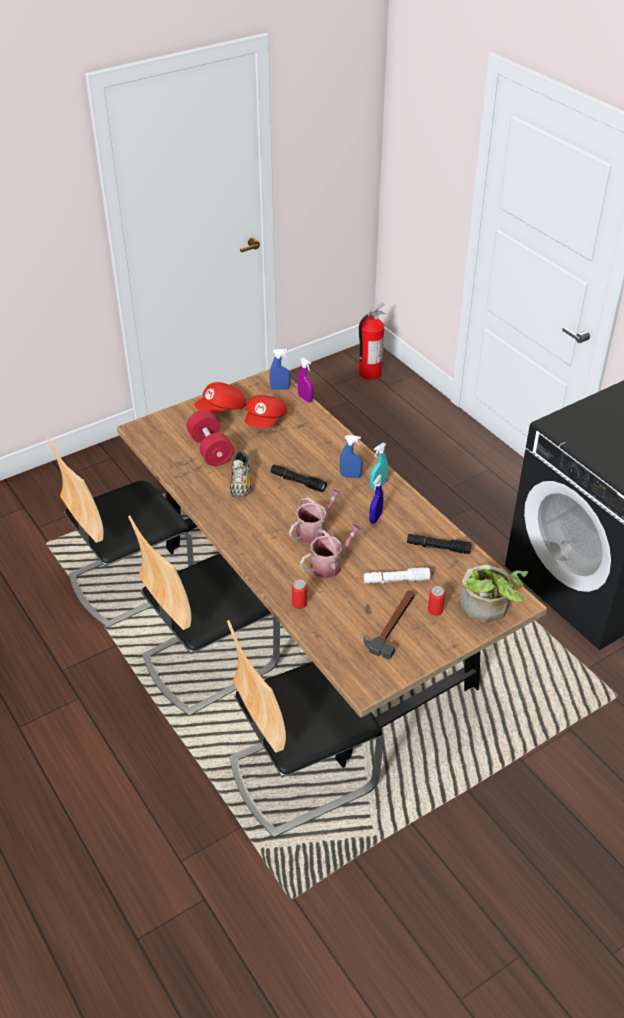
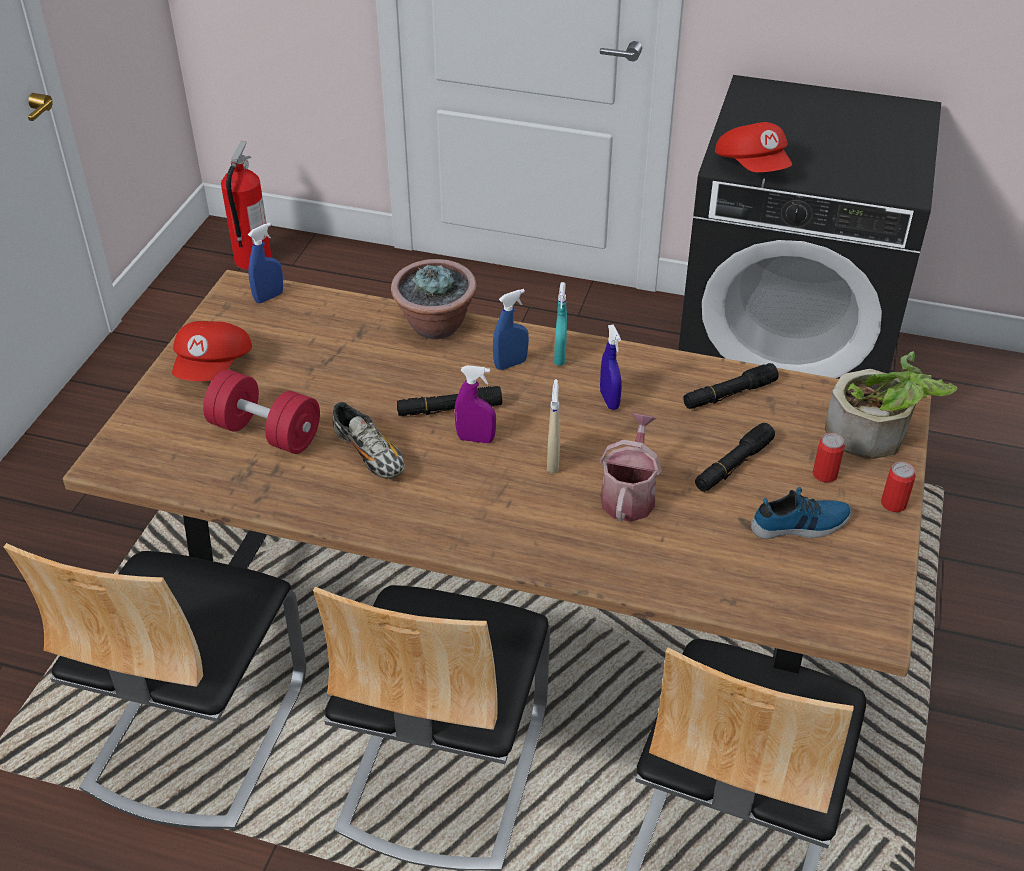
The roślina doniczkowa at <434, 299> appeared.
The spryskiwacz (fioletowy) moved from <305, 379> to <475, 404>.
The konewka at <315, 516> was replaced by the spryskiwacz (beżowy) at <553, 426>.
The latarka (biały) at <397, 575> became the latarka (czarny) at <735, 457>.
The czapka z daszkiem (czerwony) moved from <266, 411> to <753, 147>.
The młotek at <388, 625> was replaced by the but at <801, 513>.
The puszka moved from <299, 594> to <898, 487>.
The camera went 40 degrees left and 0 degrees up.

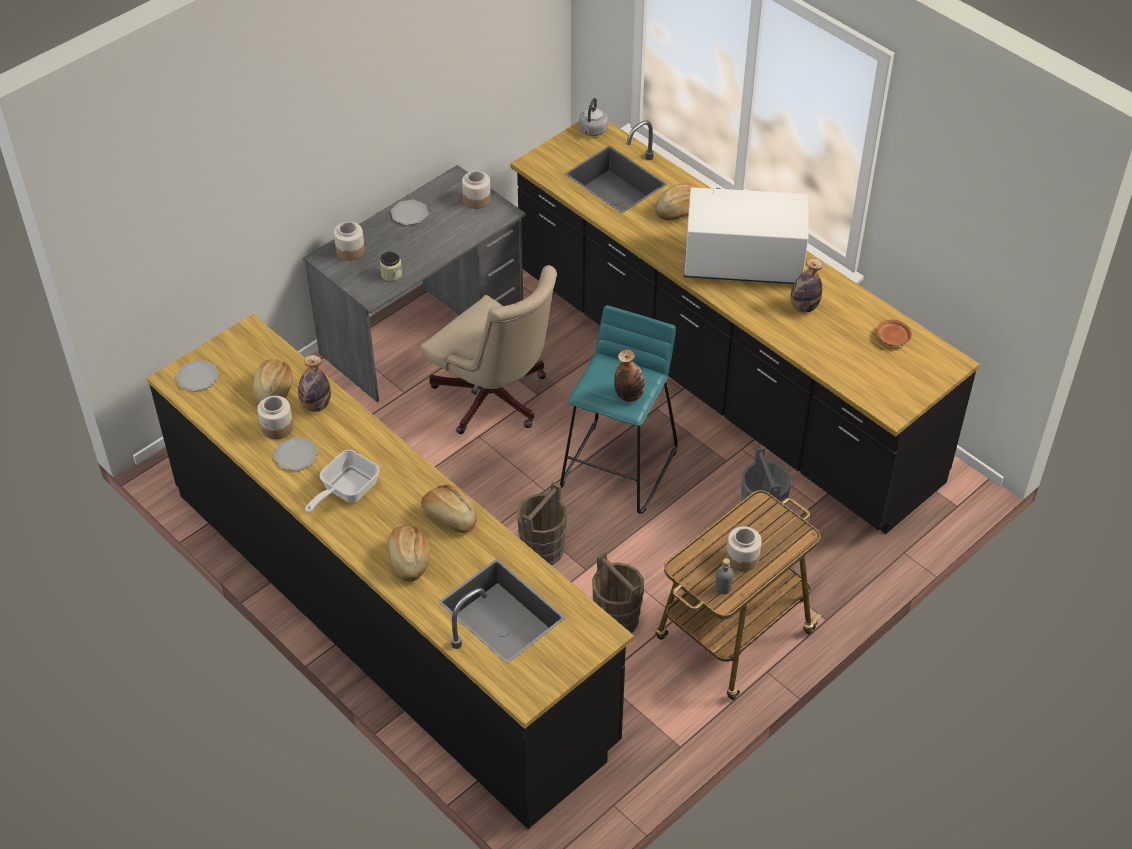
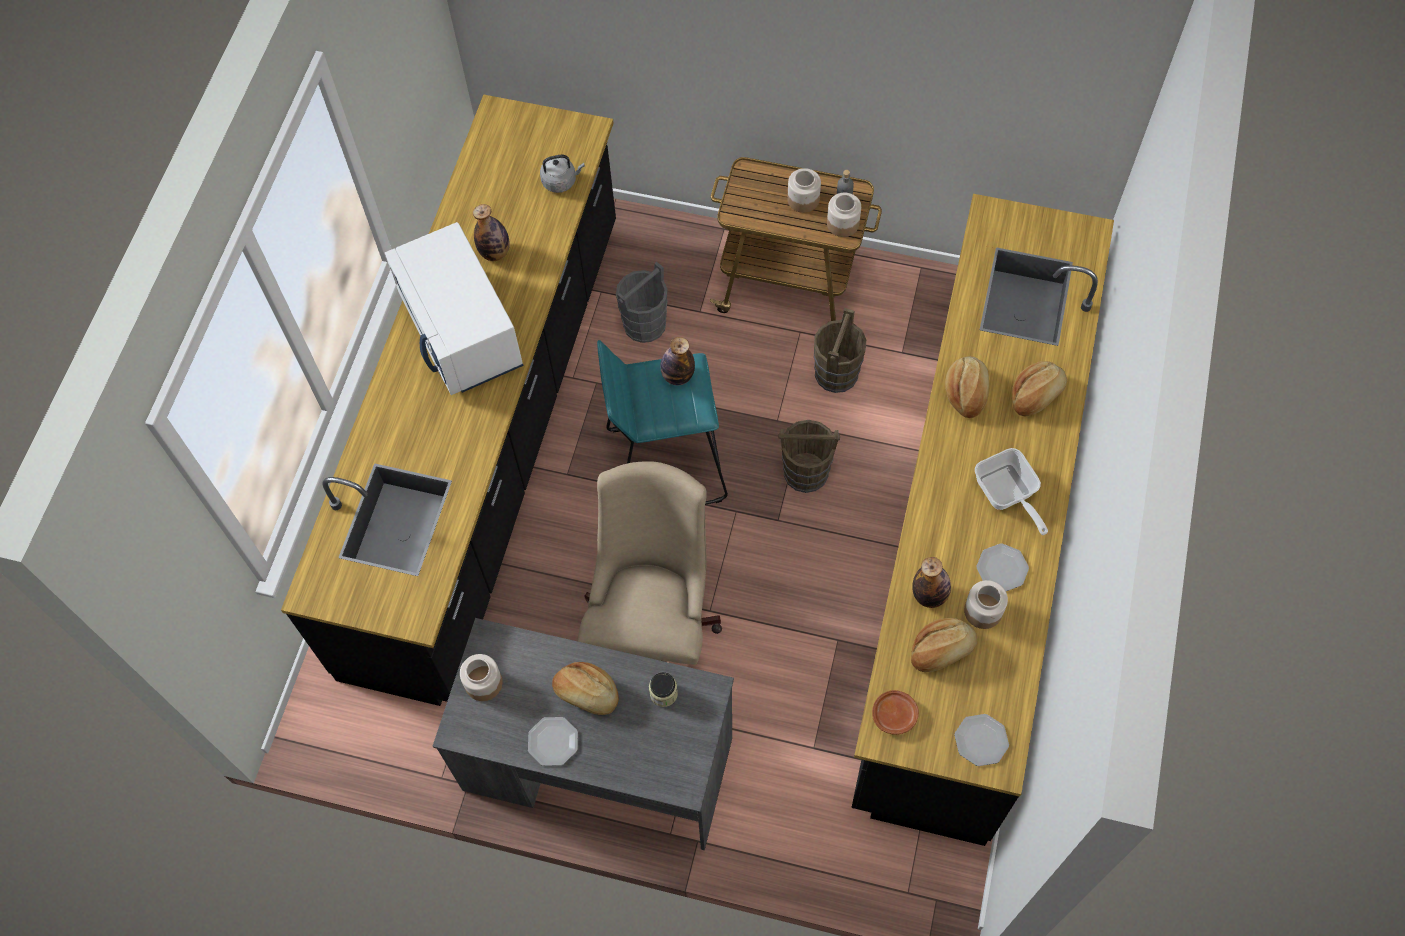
The czajnik (szary) moved from <593, 117> to <562, 174>.
The chleb moved from <676, 201> to <585, 688>.
The słoik moved from <349, 241> to <844, 215>.
The talerz (brązowy) moved from <894, 332> to <895, 712>.
The patelnia at <342, 481> turned 60 degrees clockwise.
The camera went 120 degrees left and 15 degrees up.

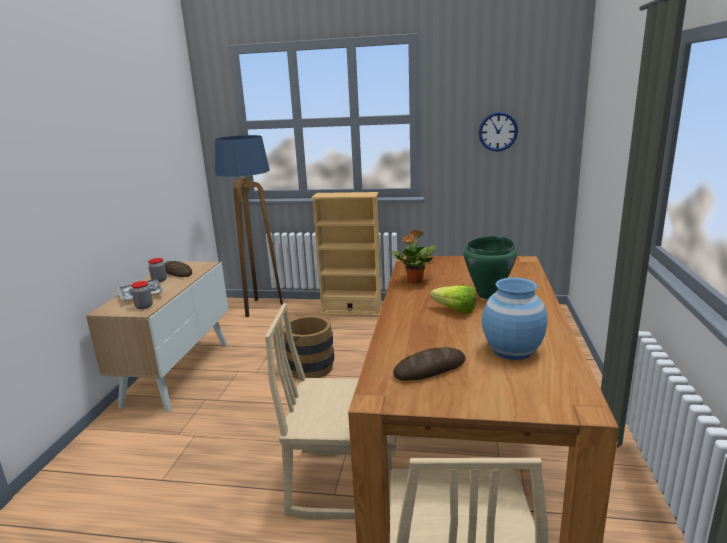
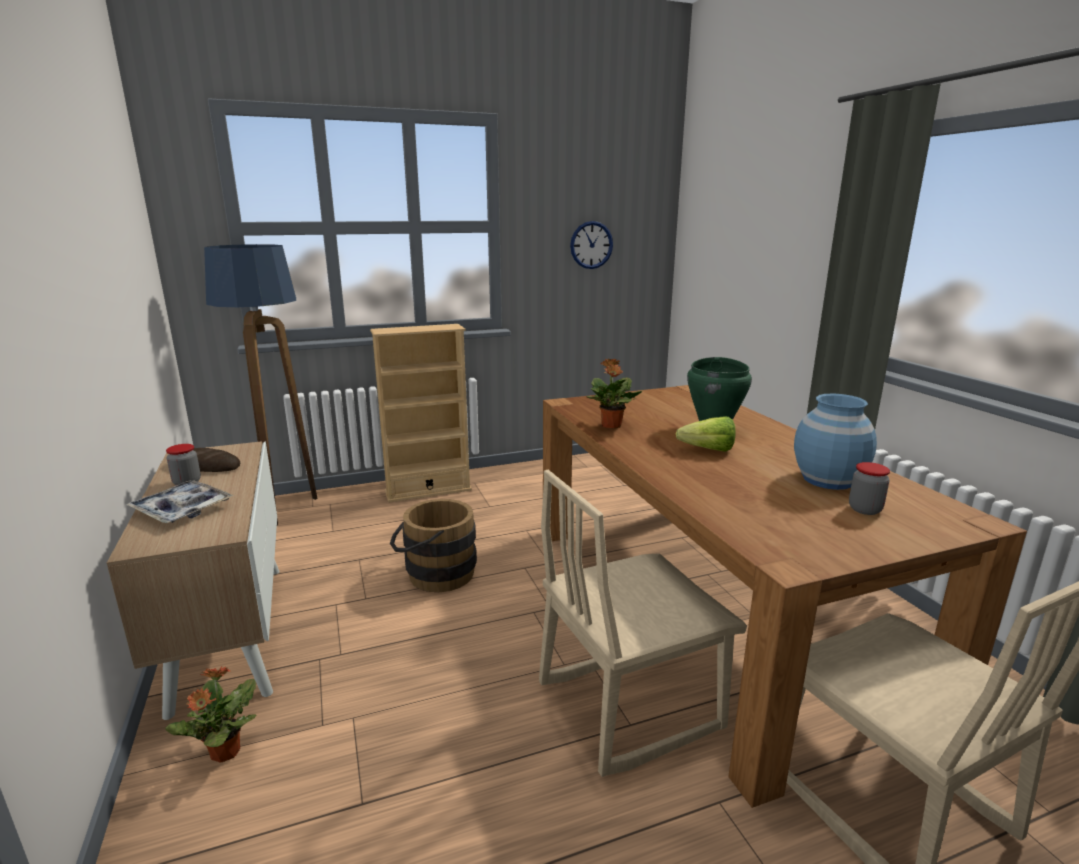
The roślina doniczkowa at <210, 714> appeared.
The słoik moved from <142, 295> to <869, 488>.
The chleb at <429, 364> disappeared.
The camera went 30 degrees left and 0 degrees up.

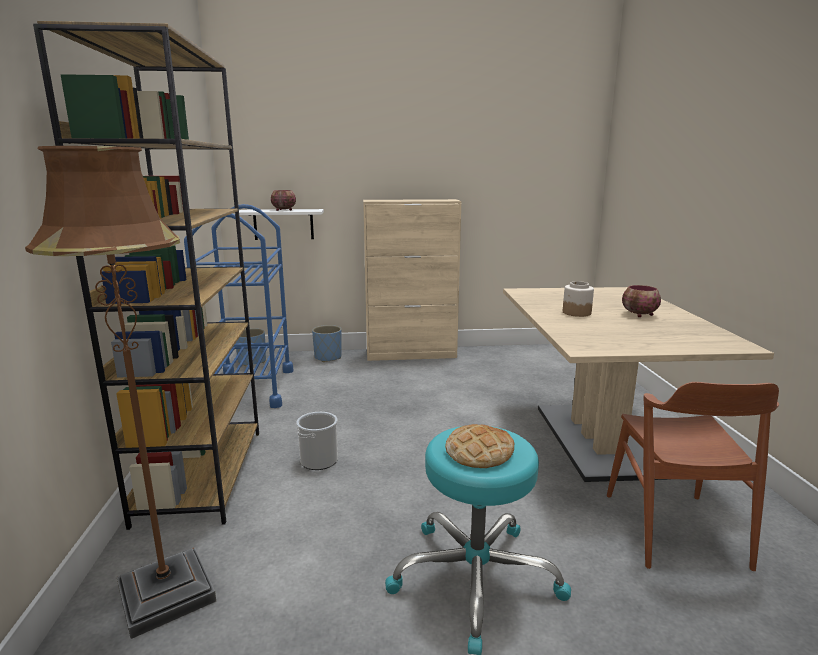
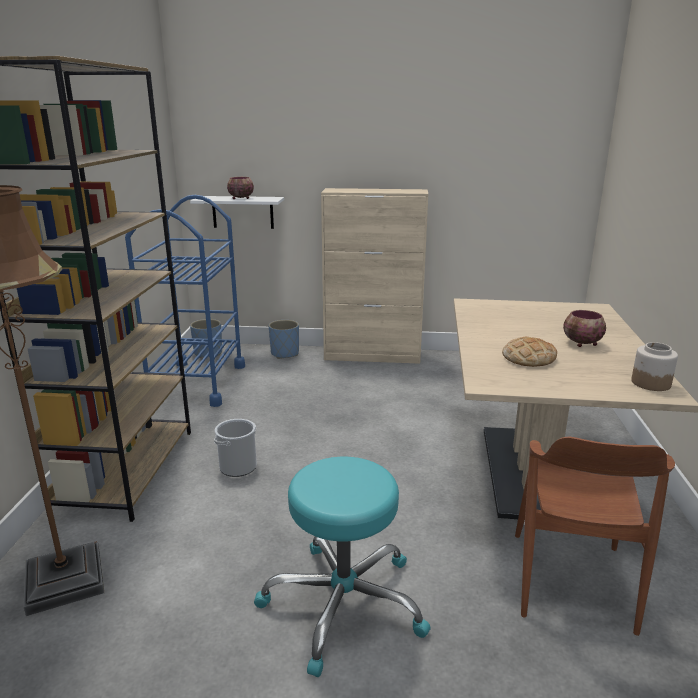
The chleb moved from <479, 446> to <529, 352>.
The słoik moved from <578, 299> to <654, 366>.
The camera went 10 degrees right and 5 degrees up.

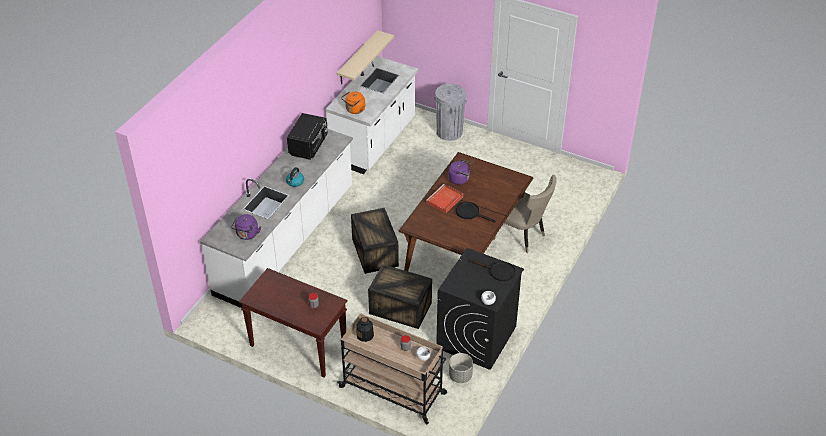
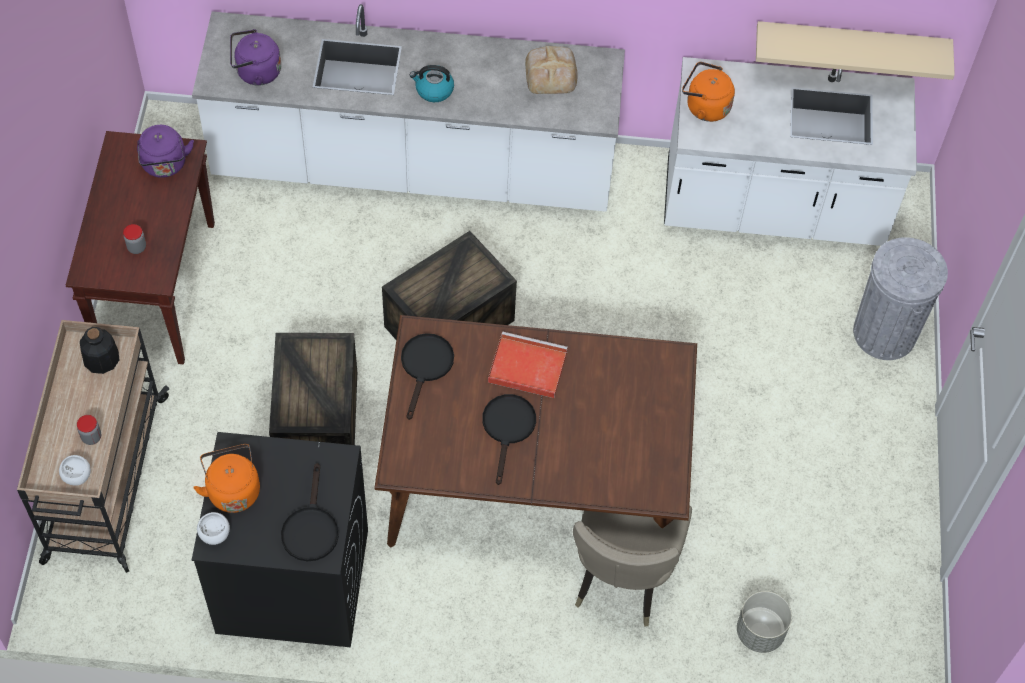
The czajnik (fioletowy) moved from <460, 172> to <165, 151>.
The czajnik (pomarańczowy) at <226, 478> appeared.
The patelnia (czarny) at <427, 376> appeared.
The mikrofalówka (czarny) at <307, 136> was replaced by the chleb at <551, 70>.
The donica (szary) moved from <461, 368> to <764, 622>.
The camera went 65 degrees right and 15 degrees up.

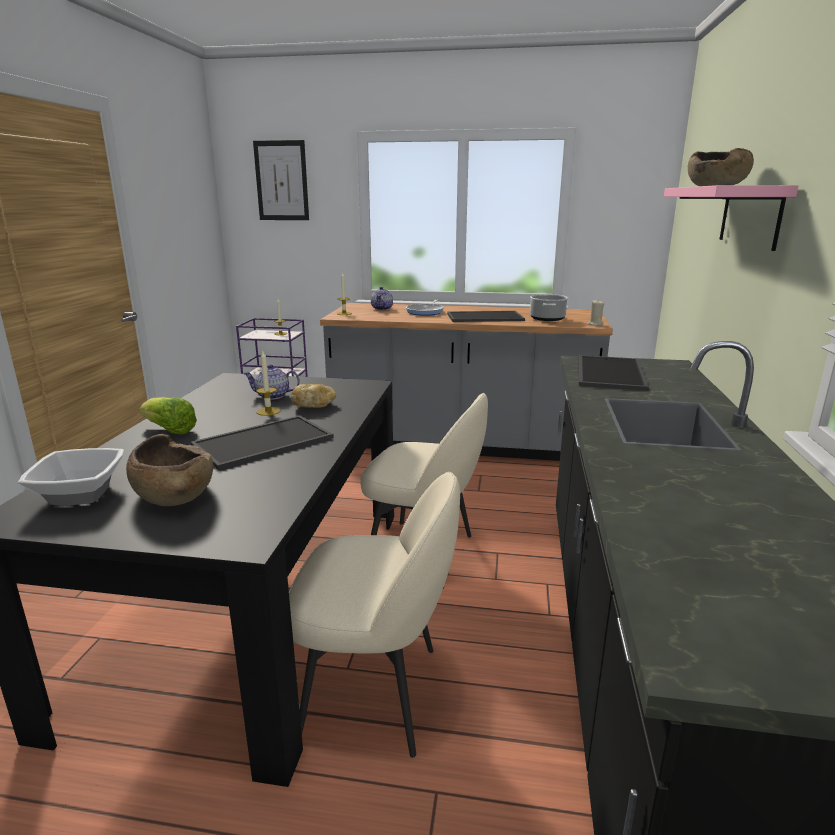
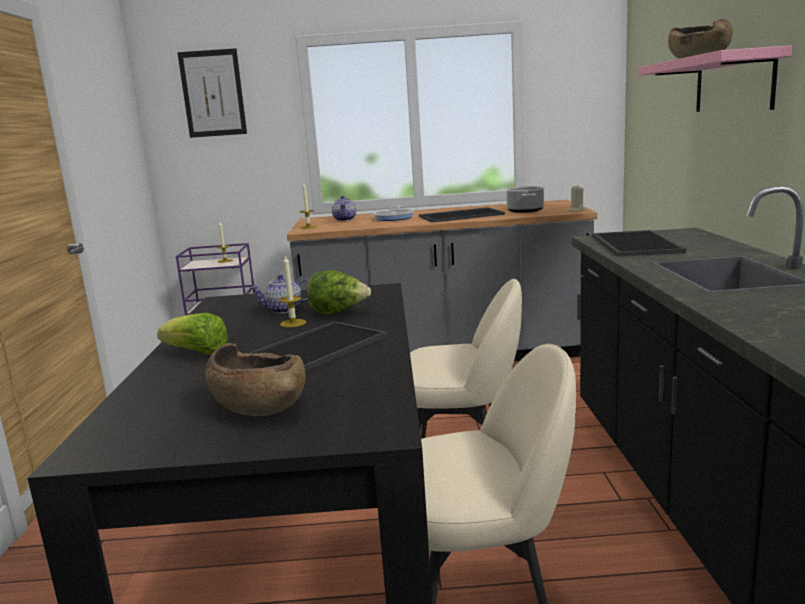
The chleb at <313, 396> was replaced by the sałata at <339, 292>.
The miska at <71, 476> disappeared.
The camera went 10 degrees left and 5 degrees down.

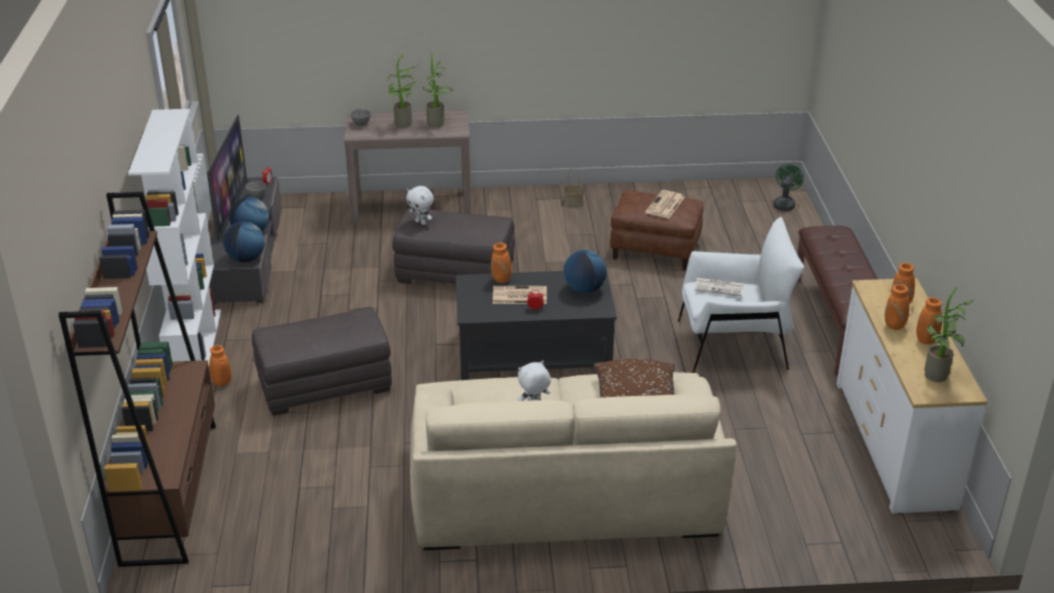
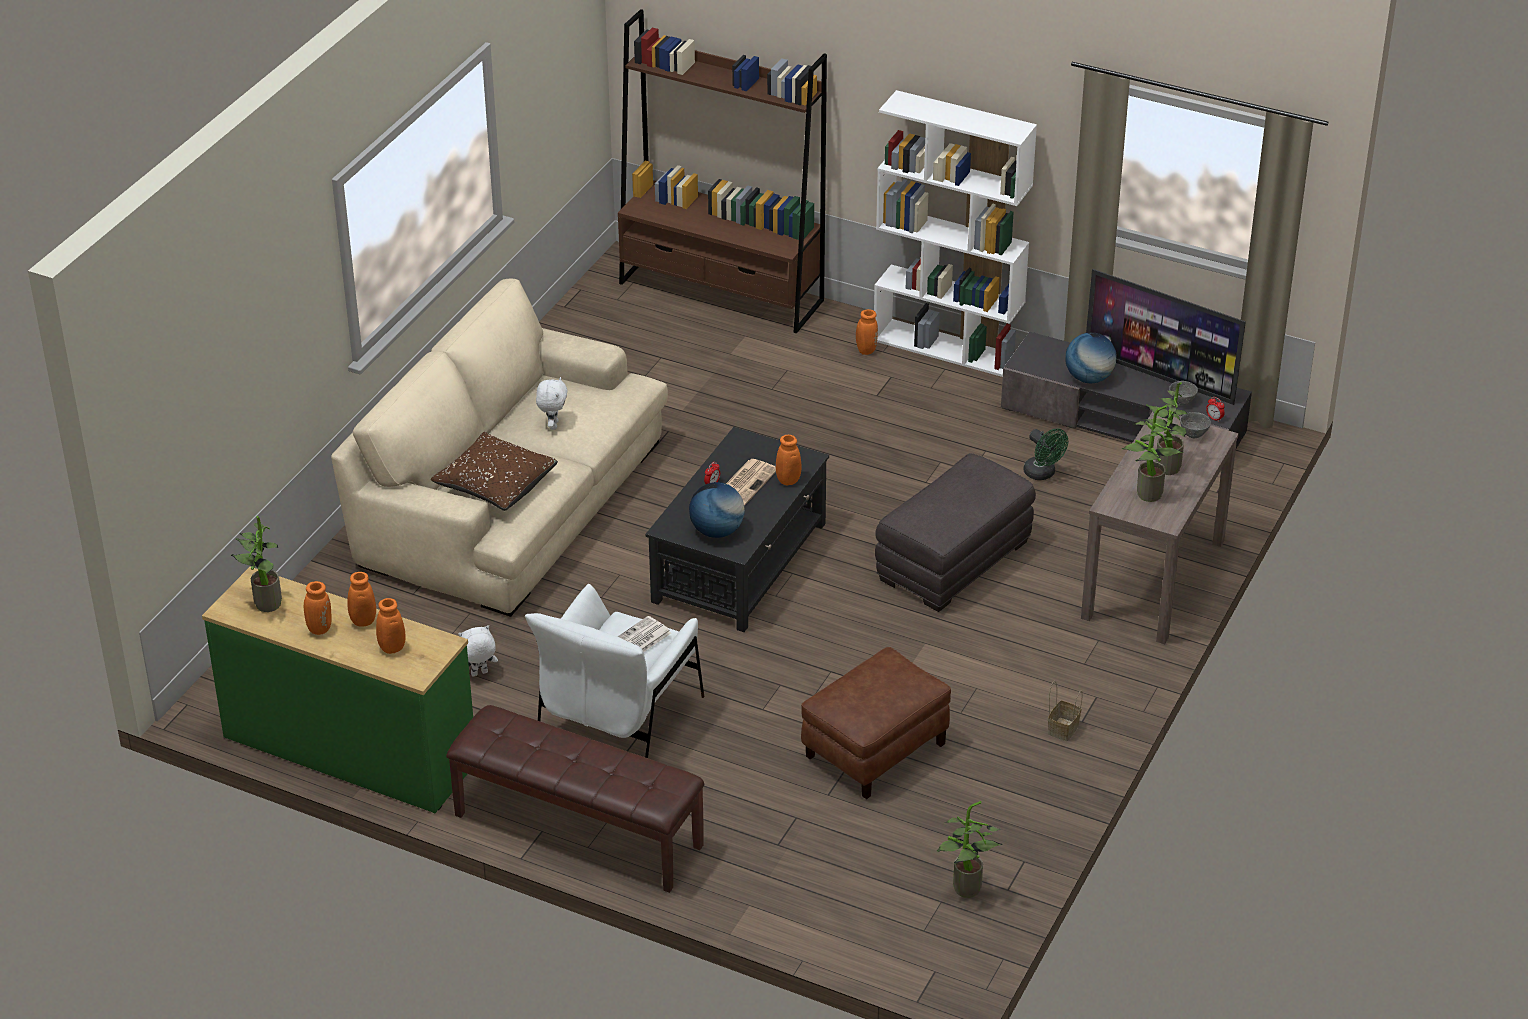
The komoda (biały) at <912, 396> became the komoda (zielony) at <337, 690>.
The pluszak (biały) moved from <420, 205> to <478, 650>.
The roślina doniczkowa at <969, 849> appeared.
The wentylator (zielony) moved from <788, 187> to <1046, 454>.
The globus at <244, 242> disappeared.
The pufa (szary) at <322, 361> disappeared.
The gazeta at <665, 204> disappeared.
The camera went 120 degrees right and 5 degrees up.

